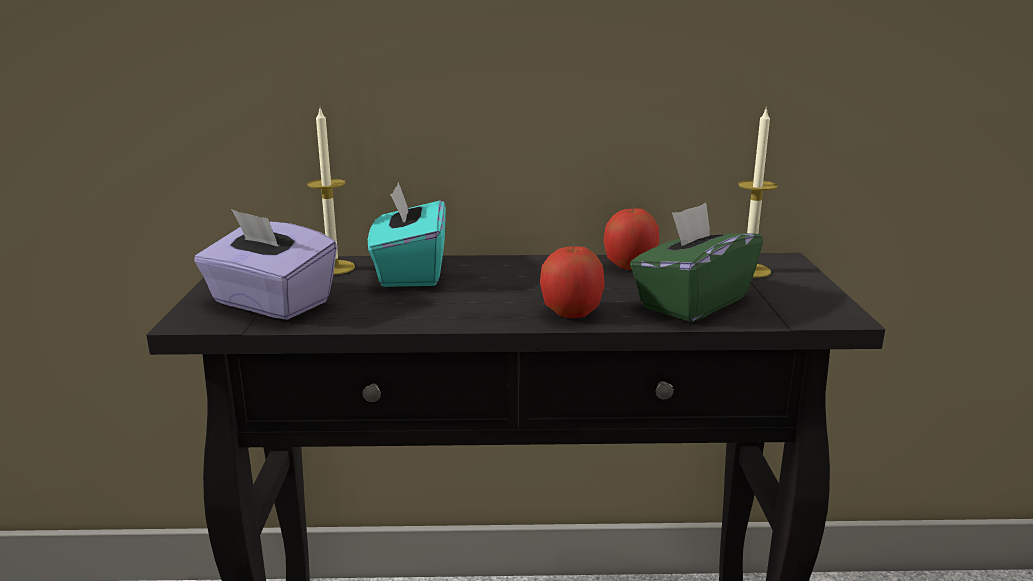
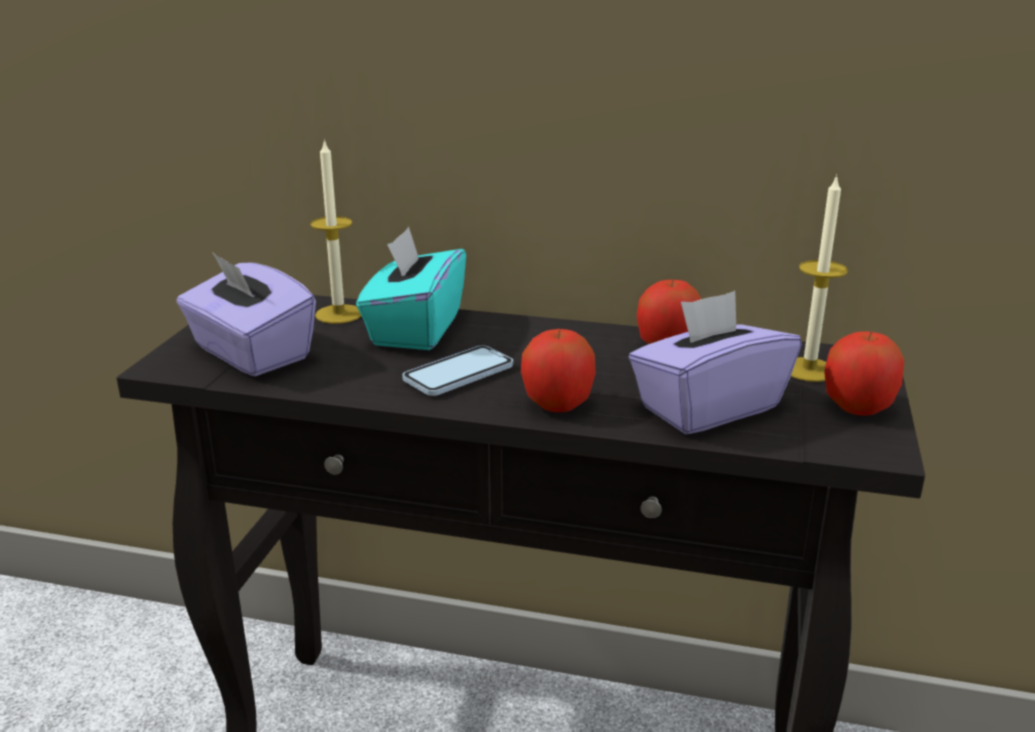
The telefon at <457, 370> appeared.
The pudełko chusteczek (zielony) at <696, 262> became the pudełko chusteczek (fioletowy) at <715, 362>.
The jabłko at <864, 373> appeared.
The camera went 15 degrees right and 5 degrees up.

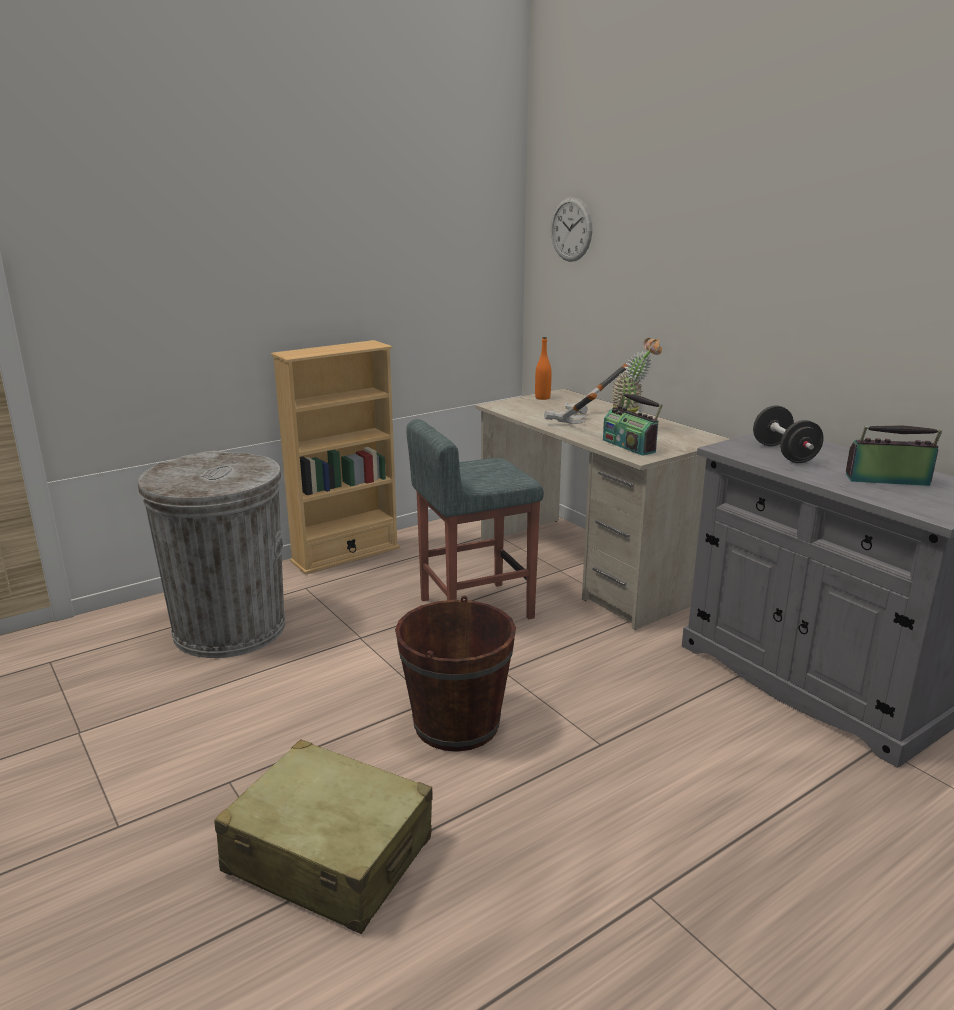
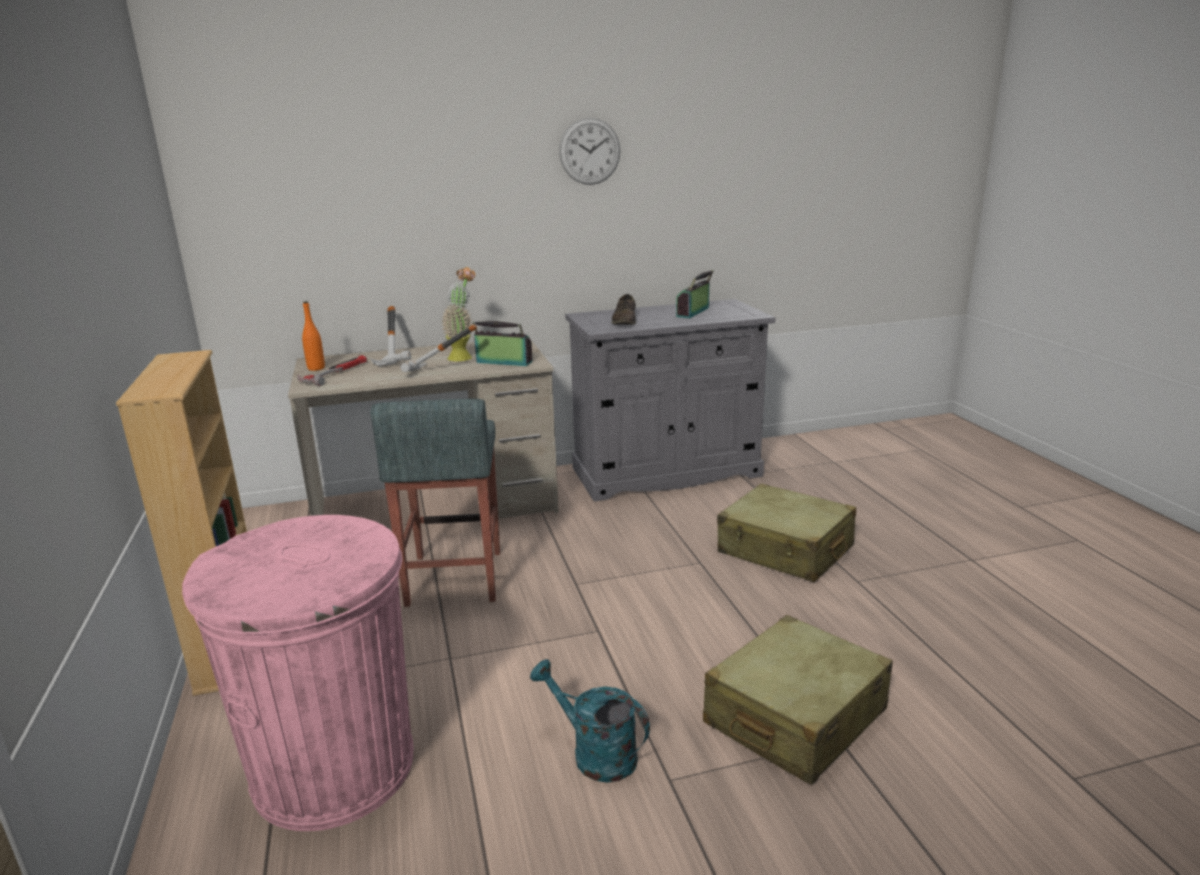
The kosz na śmieci (szary) at <212, 554> became the kosz na śmieci (różowy) at <298, 673>.
The młotek at <332, 370> appeared.
The radio at <633, 424> turned 150 degrees counterclockwise.
The konewka (turkusowy) at <590, 721> appeared.
The zegar ścienny moved from <571, 229> to <589, 151>.
The hantel (czarny) at <788, 434> was replaced by the but (brązowy) at <624, 309>.
The walizka (beżowy) at <786, 532> appeared.
The wiadro (brązowy) at <455, 673> disappeared.
The camera went 70 degrees left and 0 degrees up.

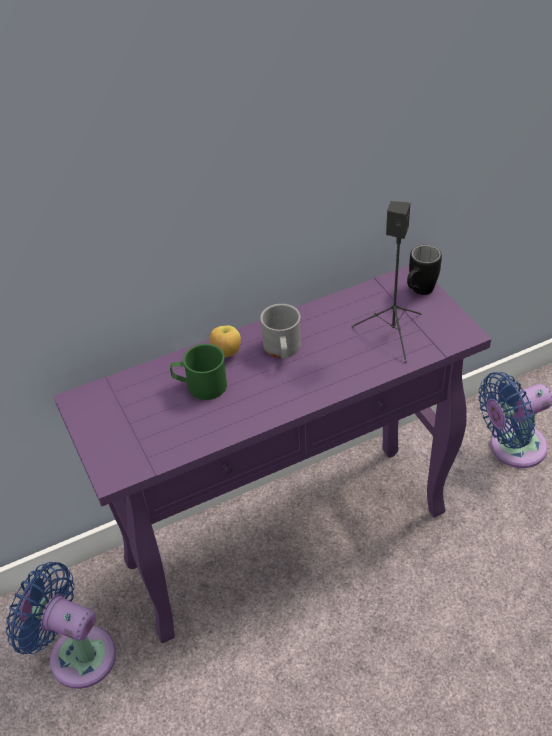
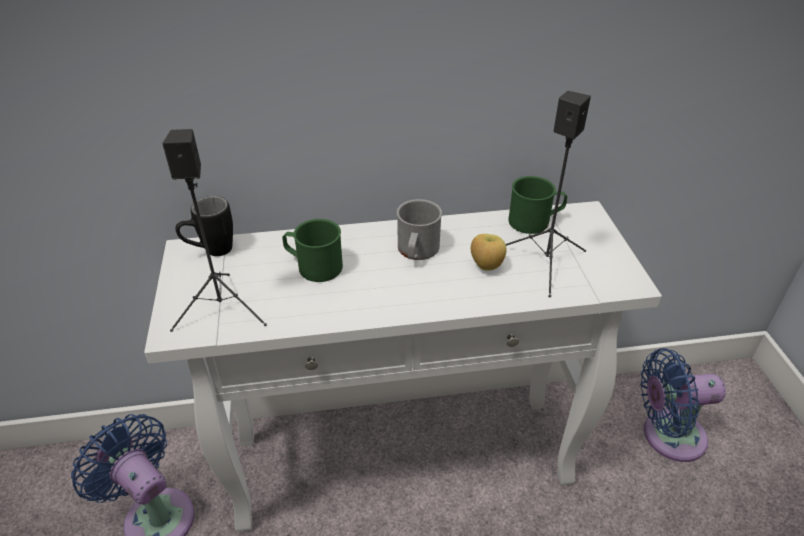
The stolik konsolowy (fioletowy) at <272, 454> became the stolik konsolowy (biały) at <403, 366>.
The głośnik (czarny) at <214, 230> appeared.
The kubek (czarny) moved from <424, 270> to <204, 226>.
The jabłko moved from <225, 341> to <489, 252>.
The kubek (zielony) at <537, 205> appeared.
The camera went 15 degrees right and 5 degrees down.

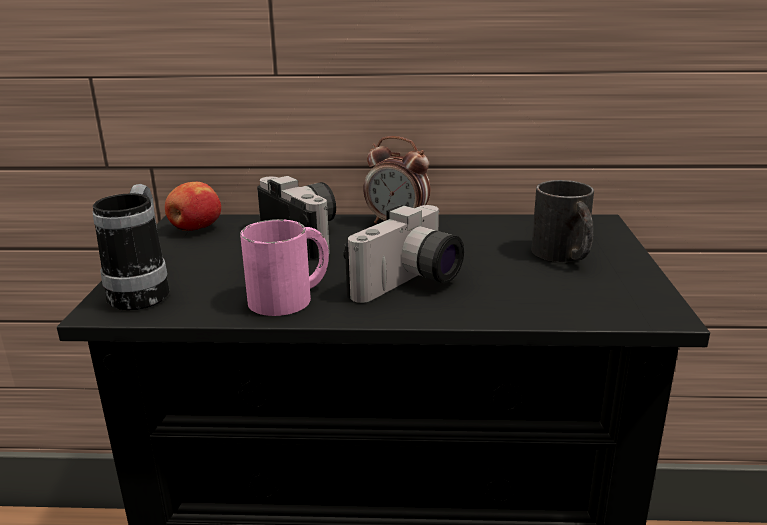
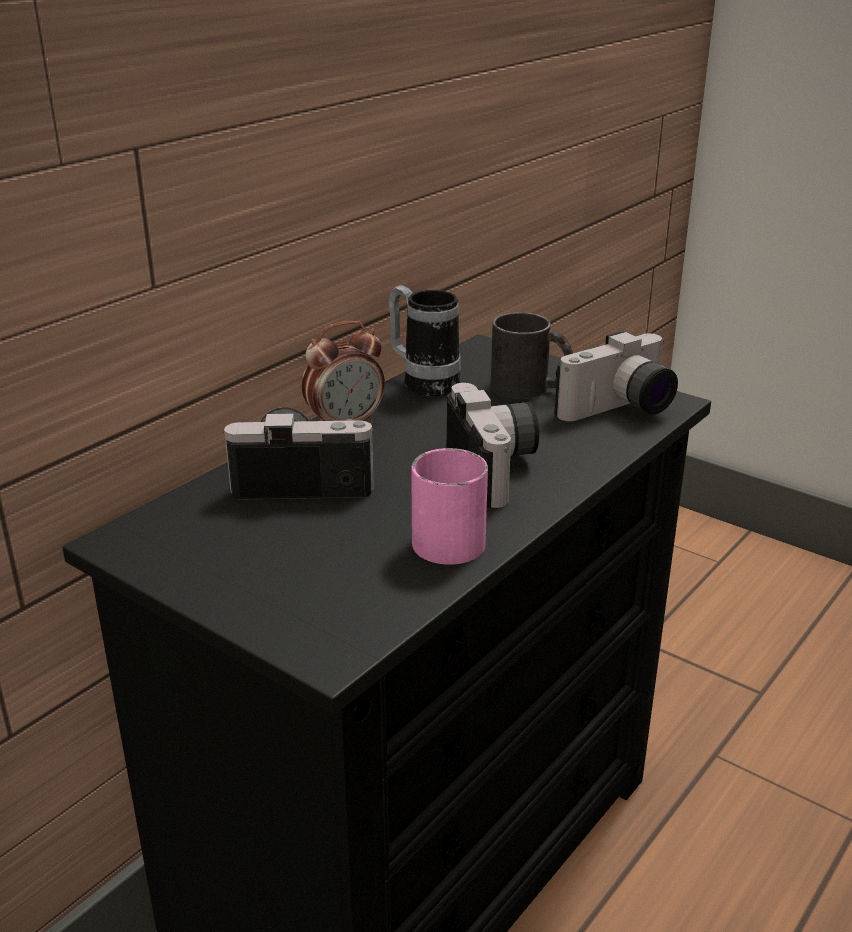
The kubek moved from <131, 247> to <425, 340>.
The aparat fotograficzny at <616, 376> appeared.
The jabłko at <193, 206> disappeared.
The camera went 55 degrees left and 5 degrees up.

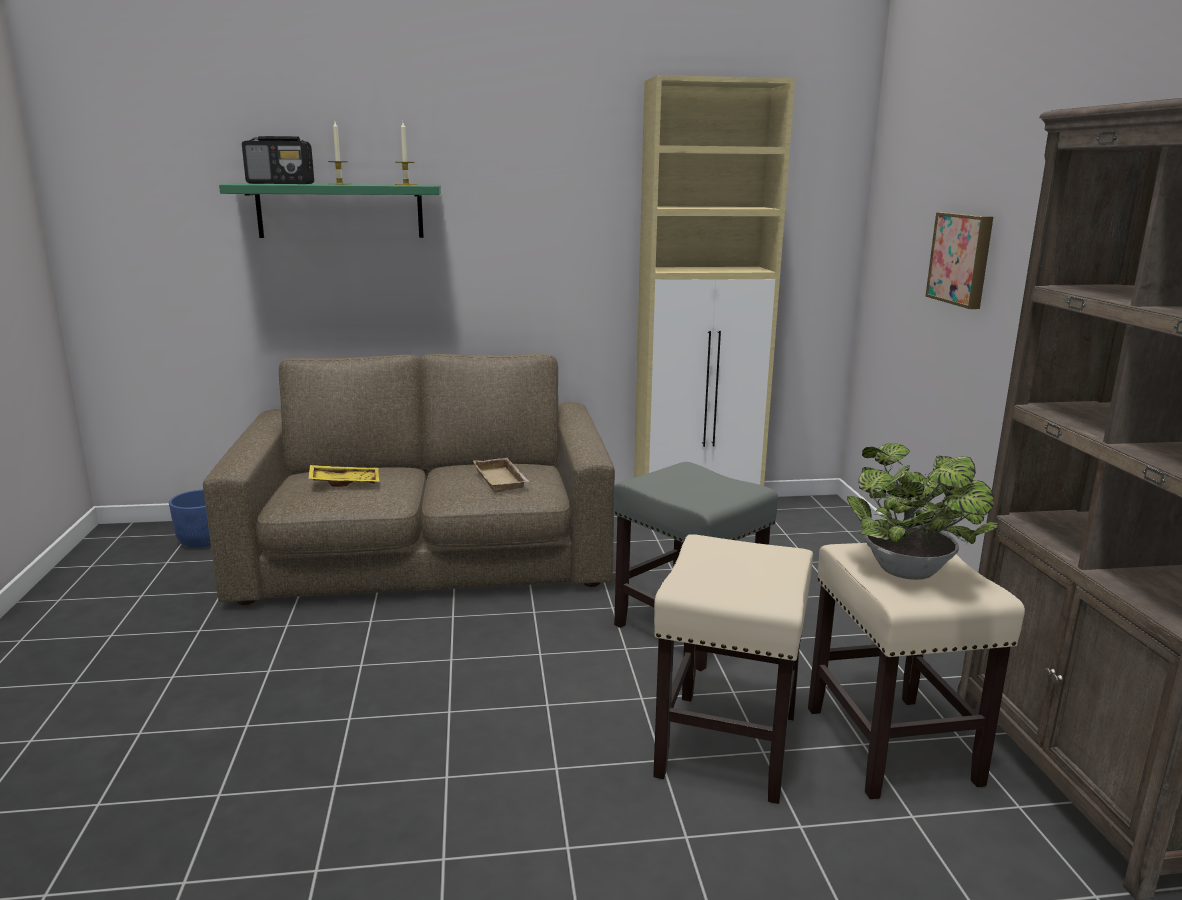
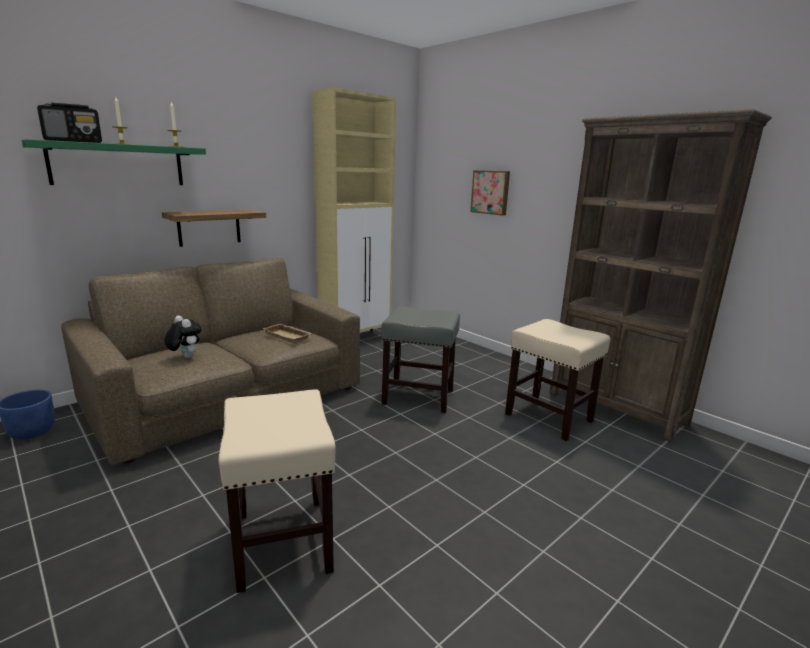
The półka at <214, 228> appeared.
The taca (żółty) at <343, 476> was replaced by the pluszak at <183, 337>.
The stołek (beżowy) moved from <733, 669> to <277, 491>.
The roślina doniczkowa at <922, 512> disappeared.
The camera went 35 degrees left and 0 degrees up.

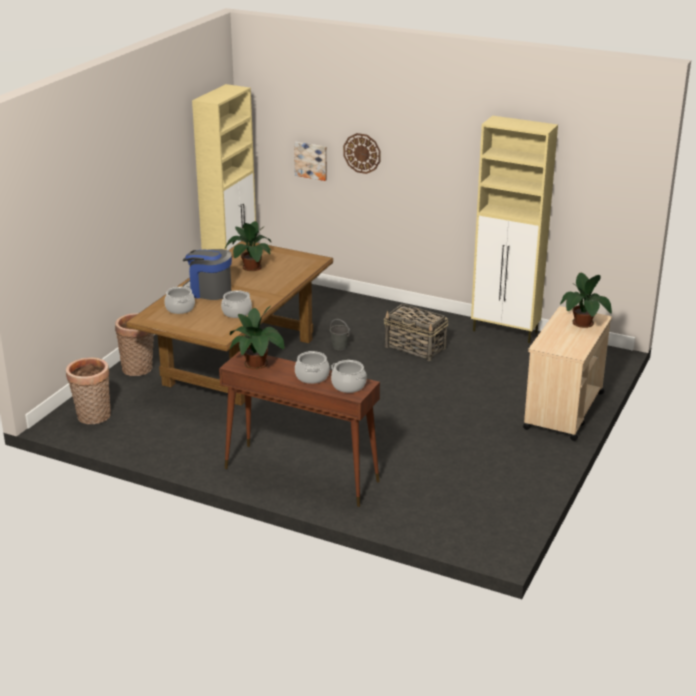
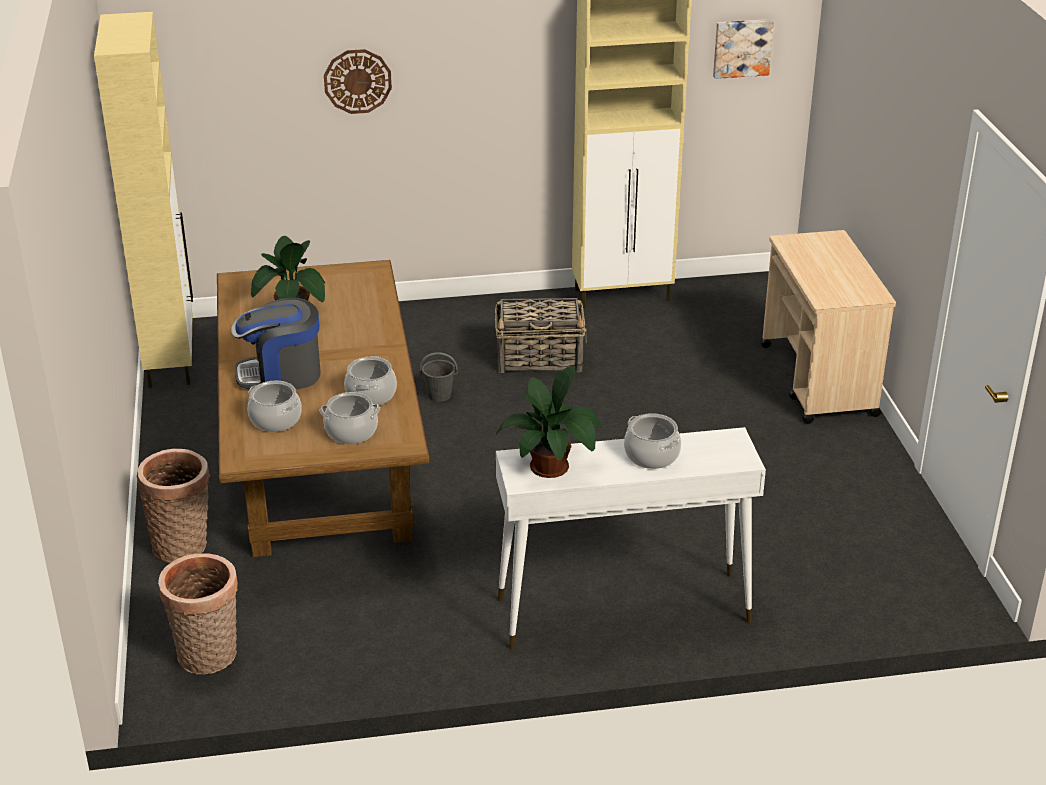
The garnek moved from <349, 376> to <350, 418>.
The stolik konsolowy (brązowy) at <299, 429> became the stolik konsolowy (biały) at <631, 538>.
The obraz moved from <310, 161> to <743, 49>.
The roślina doniczkowa at <586, 300> disappeared.
The camera went 35 degrees left and 5 degrees up.

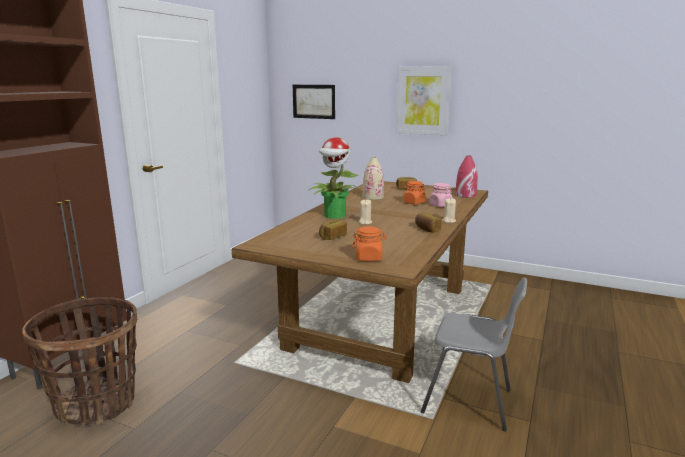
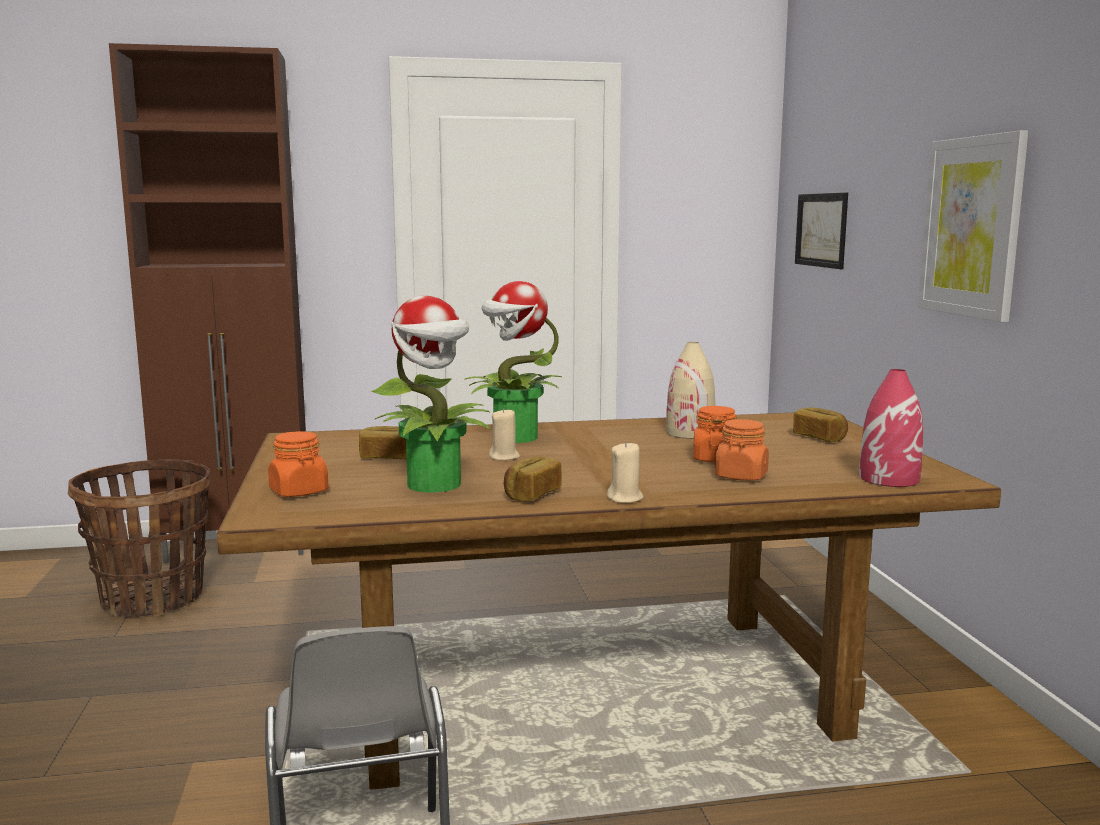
The roślina doniczkowa at <431, 394> appeared.
The słoik (różowy) at <441, 195> became the słoik (pomarańczowy) at <742, 450>.
The camera went 55 degrees right and 5 degrees down.

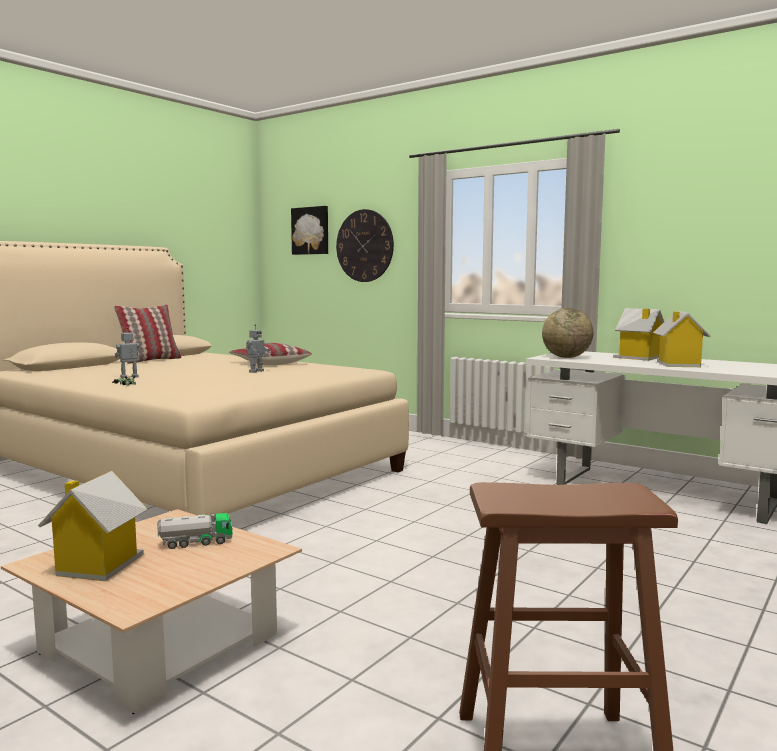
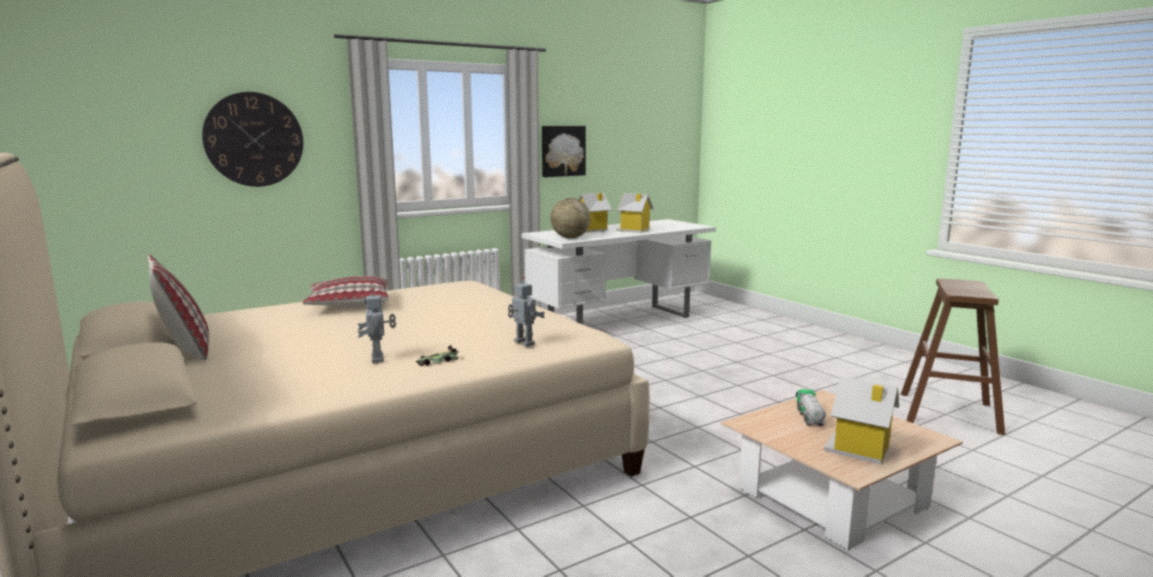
The robot zabawkowy moved from <258, 348> to <526, 311>.
The obraz moved from <309, 230> to <564, 151>.
The camera went 70 degrees left and 5 degrees up.

